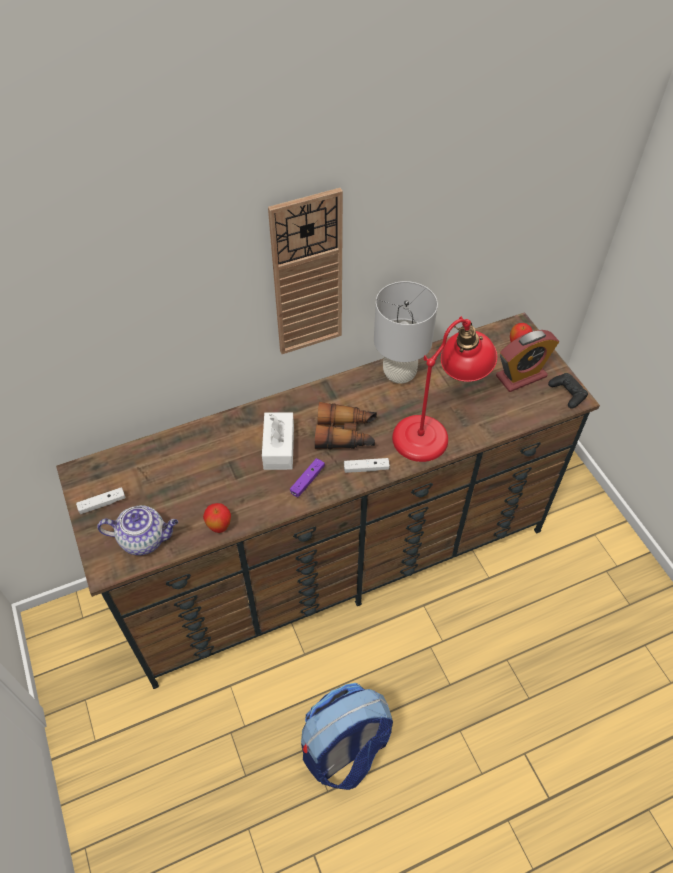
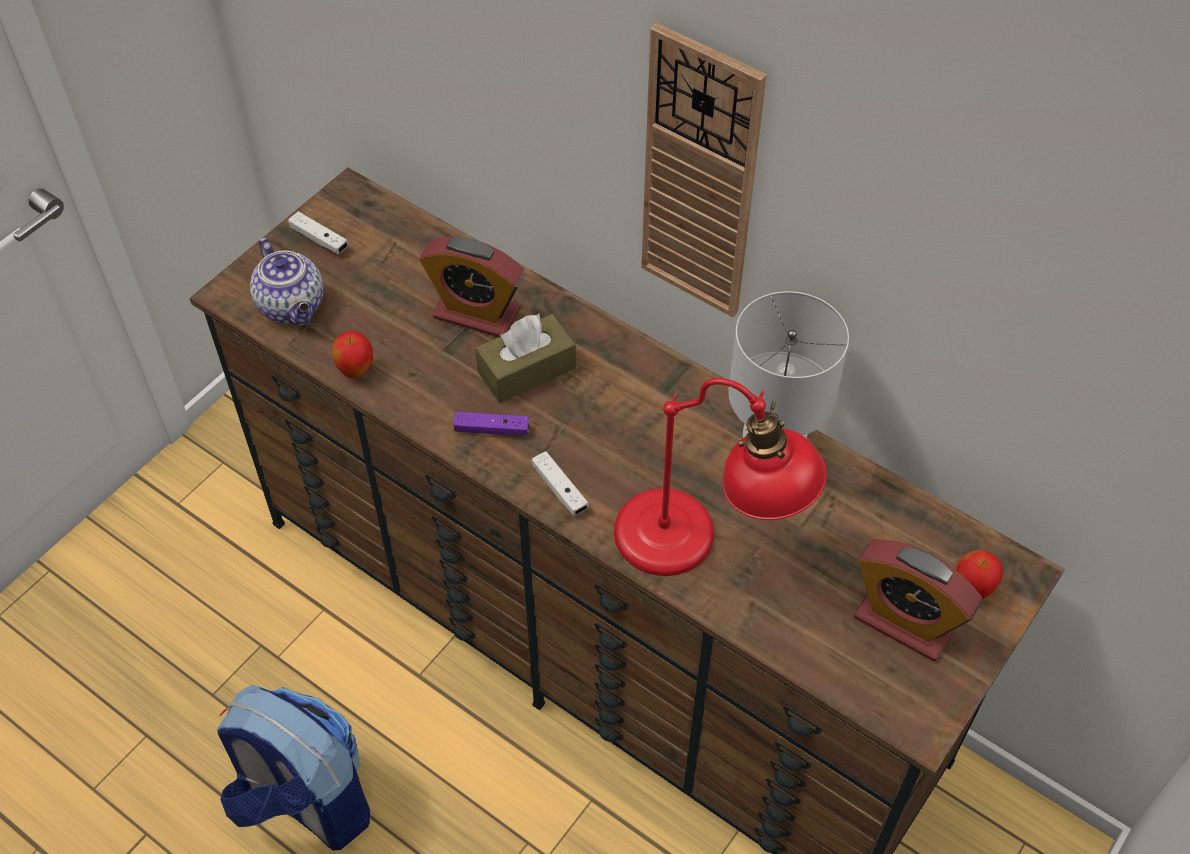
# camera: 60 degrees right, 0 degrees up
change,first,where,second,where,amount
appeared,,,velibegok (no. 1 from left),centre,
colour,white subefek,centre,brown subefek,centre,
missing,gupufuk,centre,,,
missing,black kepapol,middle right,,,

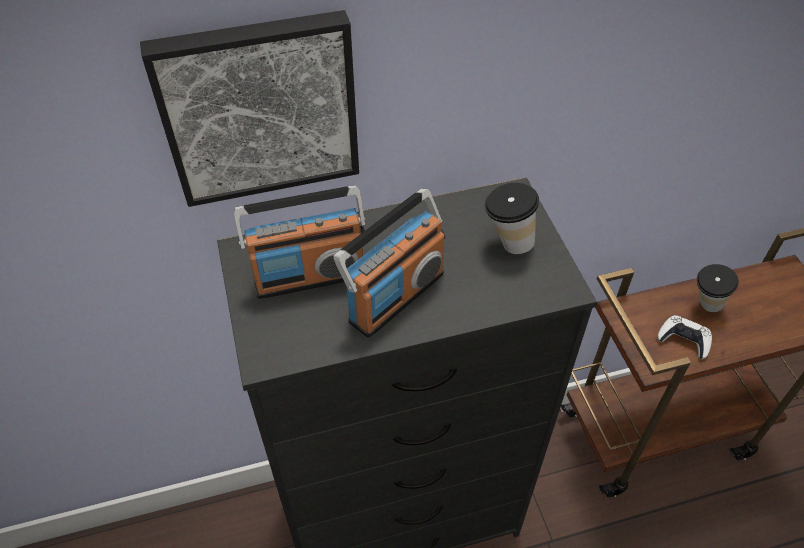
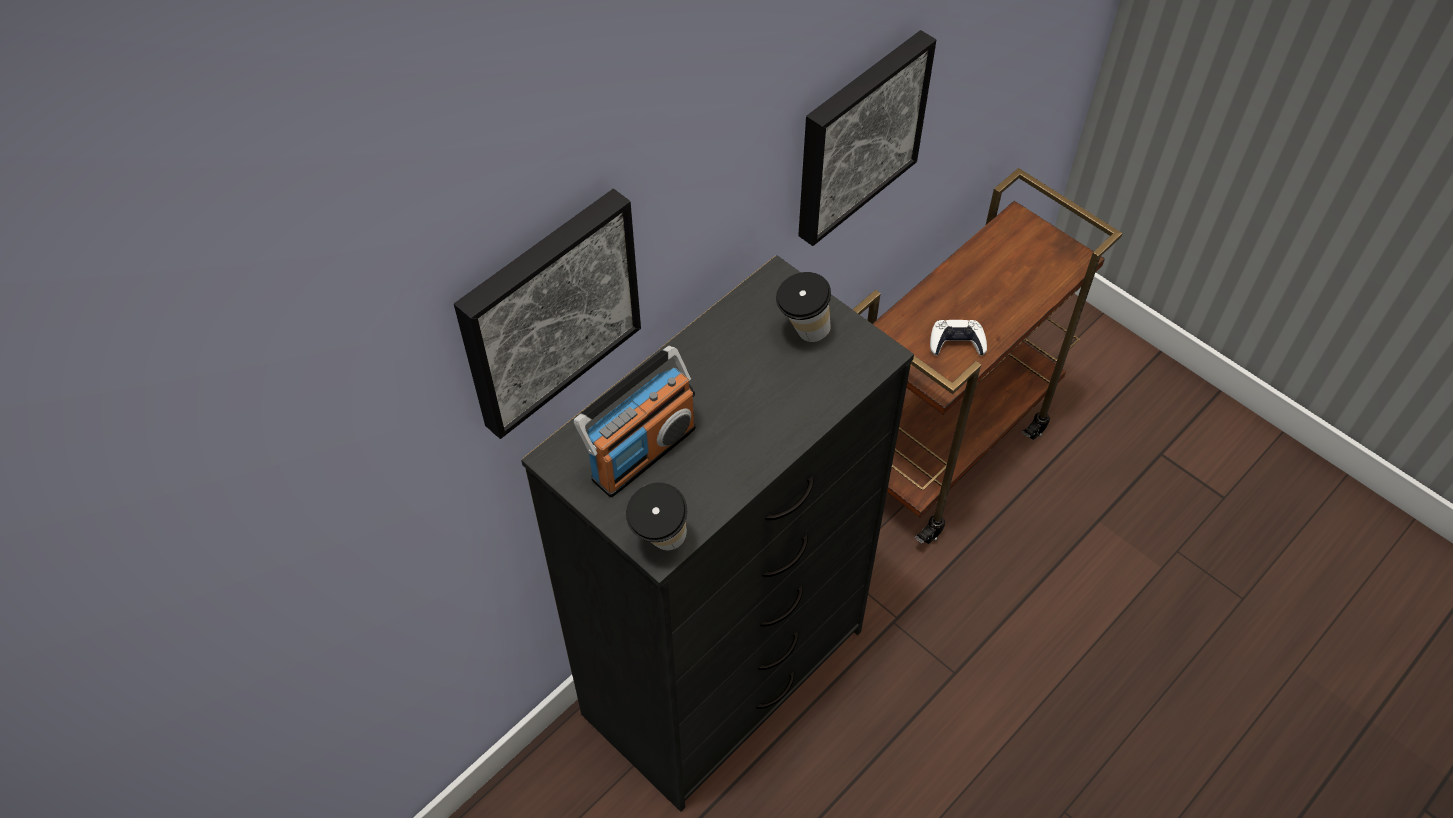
# camera: 30 degrees left, 5 degrees up
change,first,where,second,where,amount
relocated,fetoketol (no. 2 from left in the first image),middle right,fetoketol (no. 1 from left),centre,
appeared,,,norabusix (no. 2 from left),top centre,
missing,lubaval (no. 2 from left),centre,,,

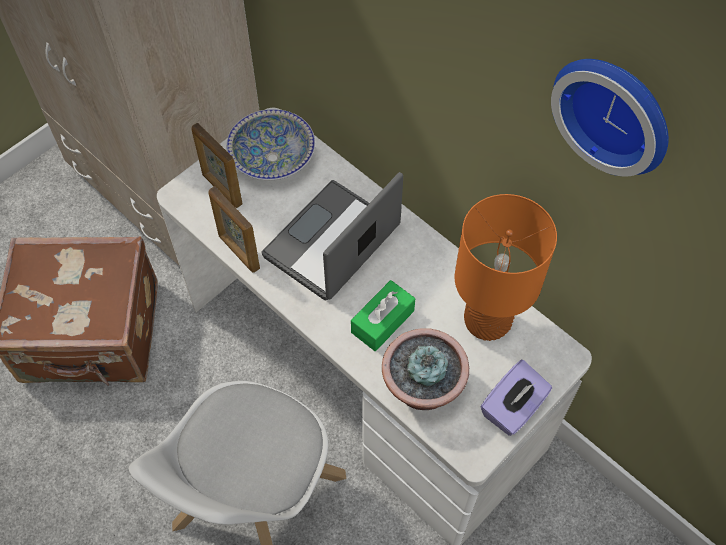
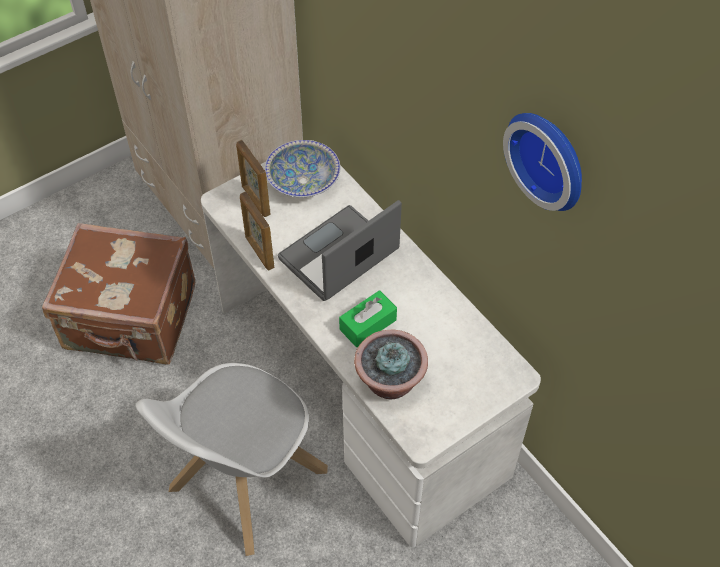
# camera: 10 degrees right, 5 degrees down
change,first,where,second,where,amount
missing,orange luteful,middle right,,,
missing,purple subefek,bottom right,,,

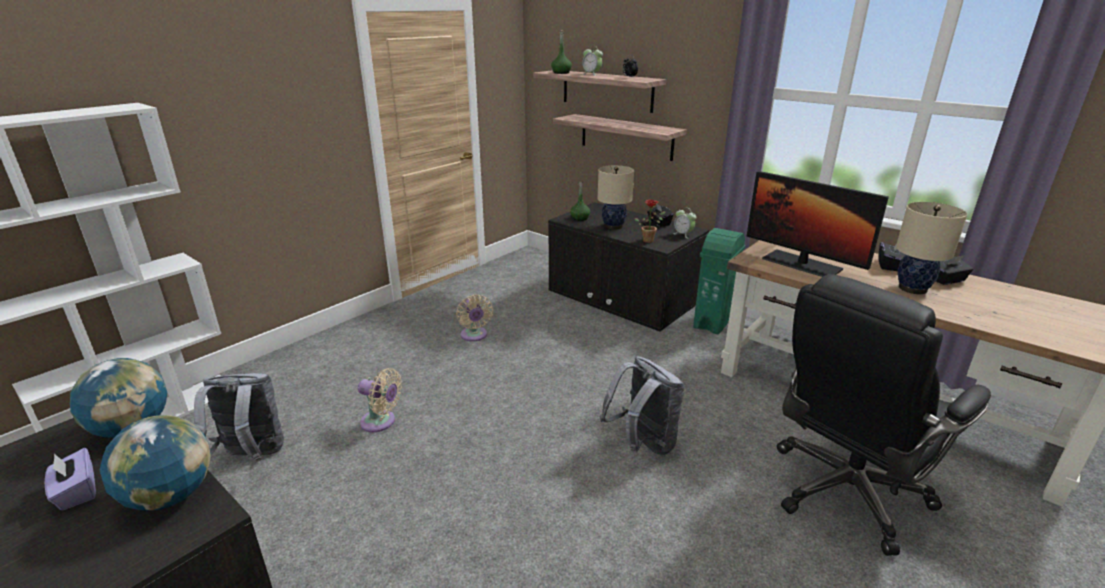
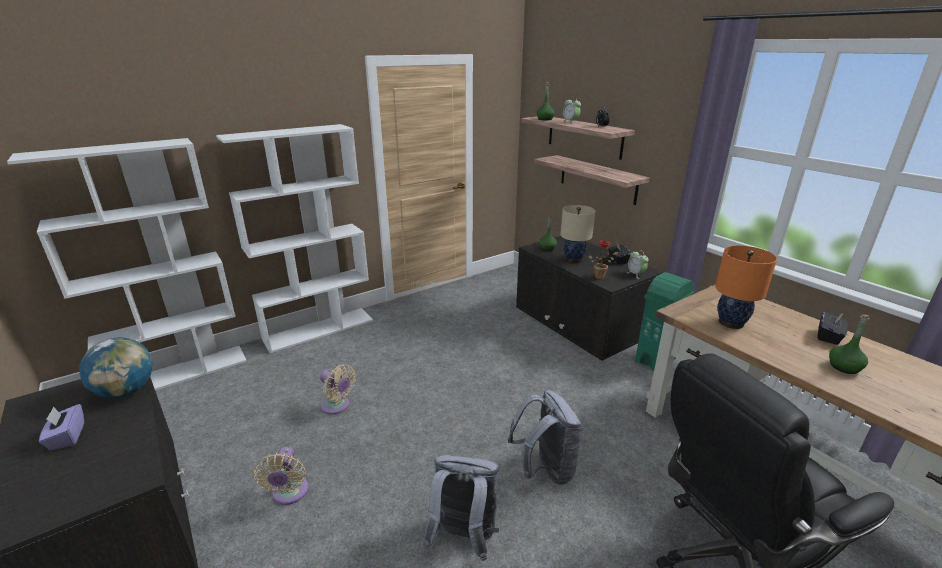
# camera: 15 degrees right, 0 degrees up
change,first,where,second,where,amount
appeared,,,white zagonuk (no. 2 from left),middle left,
relocated,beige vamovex (no. 2 from left in the first image),centre,beige vamovex (no. 1 from left),bottom left,
relocated,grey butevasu (no. 1 from left),bottom left,,bottom centre,
exchanged,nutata,middle right,orange luteful,middle right,
exchanged,beige luteful (no. 2 from left),middle right,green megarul (no. 3 from left),middle right,
missing,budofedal (no. 2 from left),bottom left,,,
missing,black subefek (no. 3 from left),middle right,,,

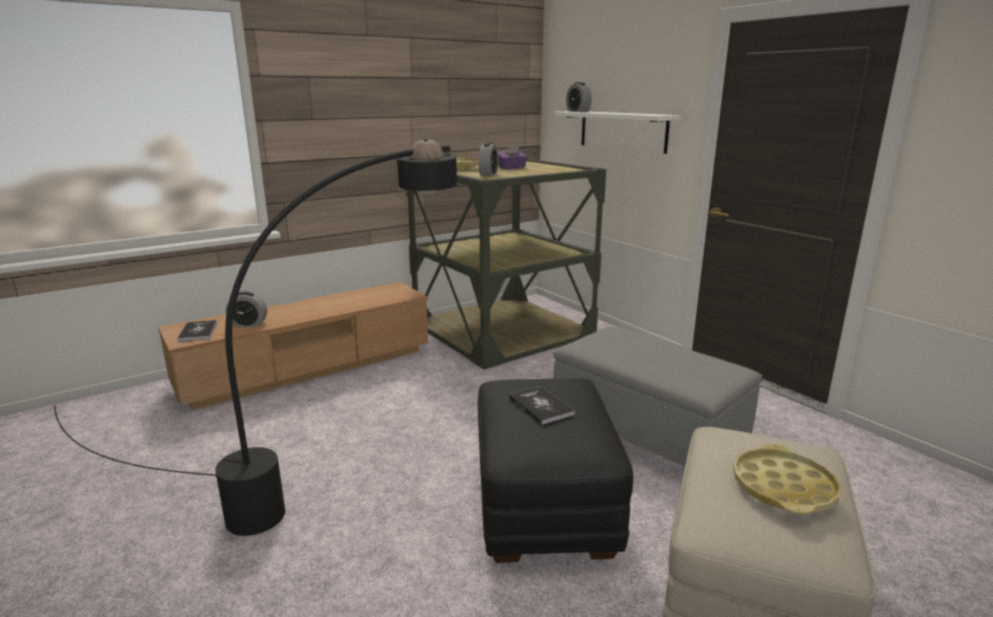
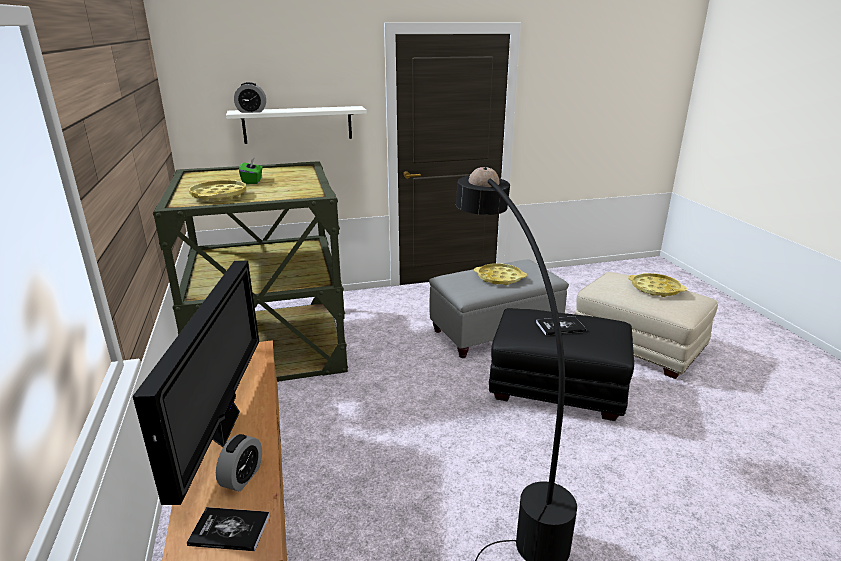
# camera: 70 degrees left, 5 degrees up
change,first,where,second,where,amount
appeared,,,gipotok,bottom left,
colour,purple subefek,top centre,green subefek,top left,
appeared,,,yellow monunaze (no. 2 from left),centre,
missing,velibegok (no. 2 from left),top centre,,,

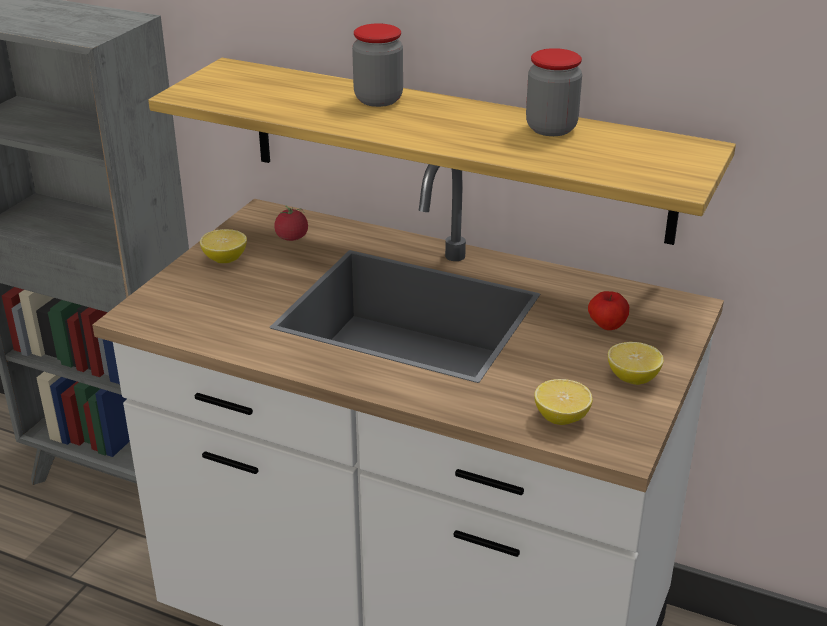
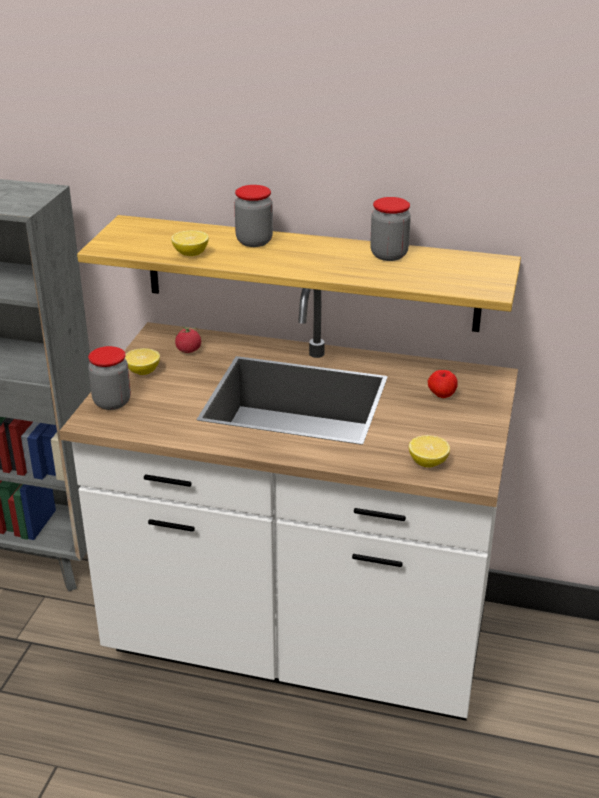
# camera: 10 degrees left, 0 degrees up
change,first,where,second,where,amount
appeared,,,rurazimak (no. 1 from left),middle left,
relocated,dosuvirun (no. 3 from left in the first image),middle right,dosuvirun (no. 2 from left),top left,

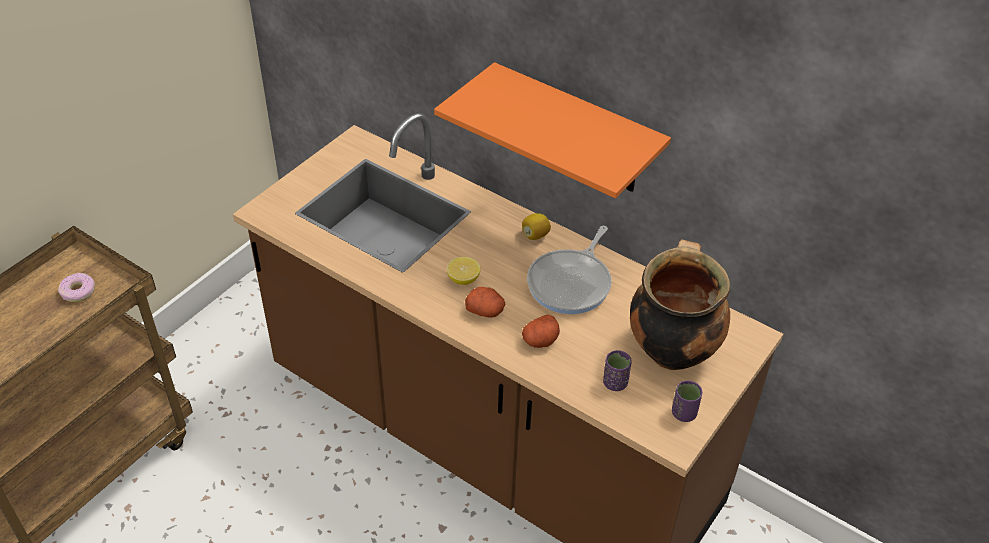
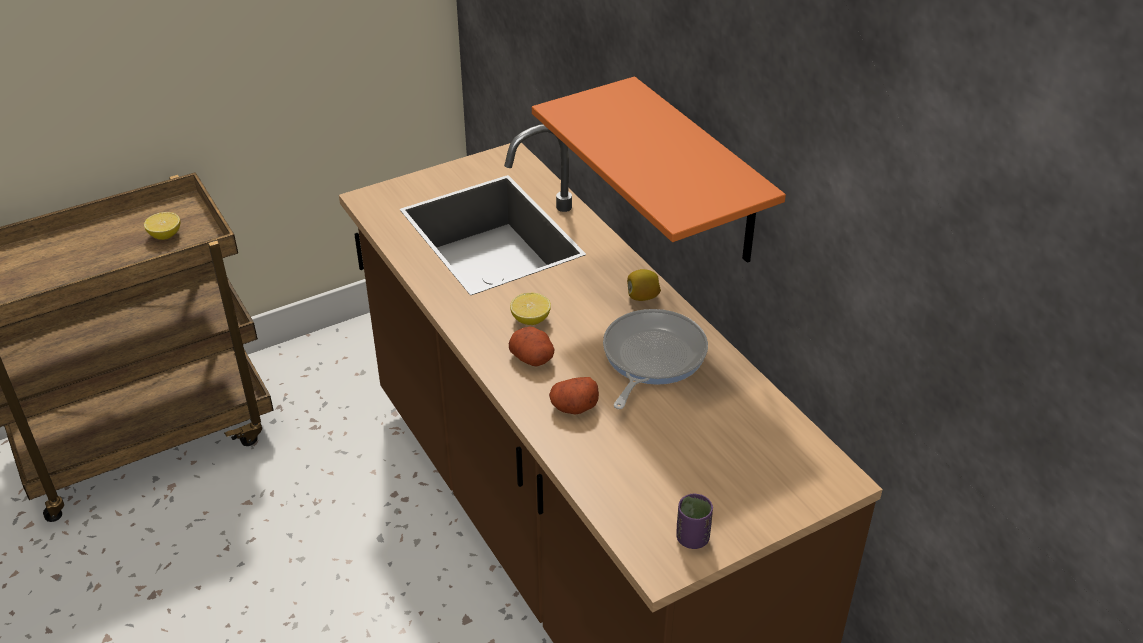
# camera: 25 degrees right, 5 degrees down
change,first,where,second,where,amount
exchanged,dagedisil,middle left,dosuvirun (no. 1 from left),middle left,
spun,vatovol,centre,,centre,150 degrees clockwise
missing,purple fetoketol (no. 1 from left),bottom centre,,,
missing,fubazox,middle right,,,

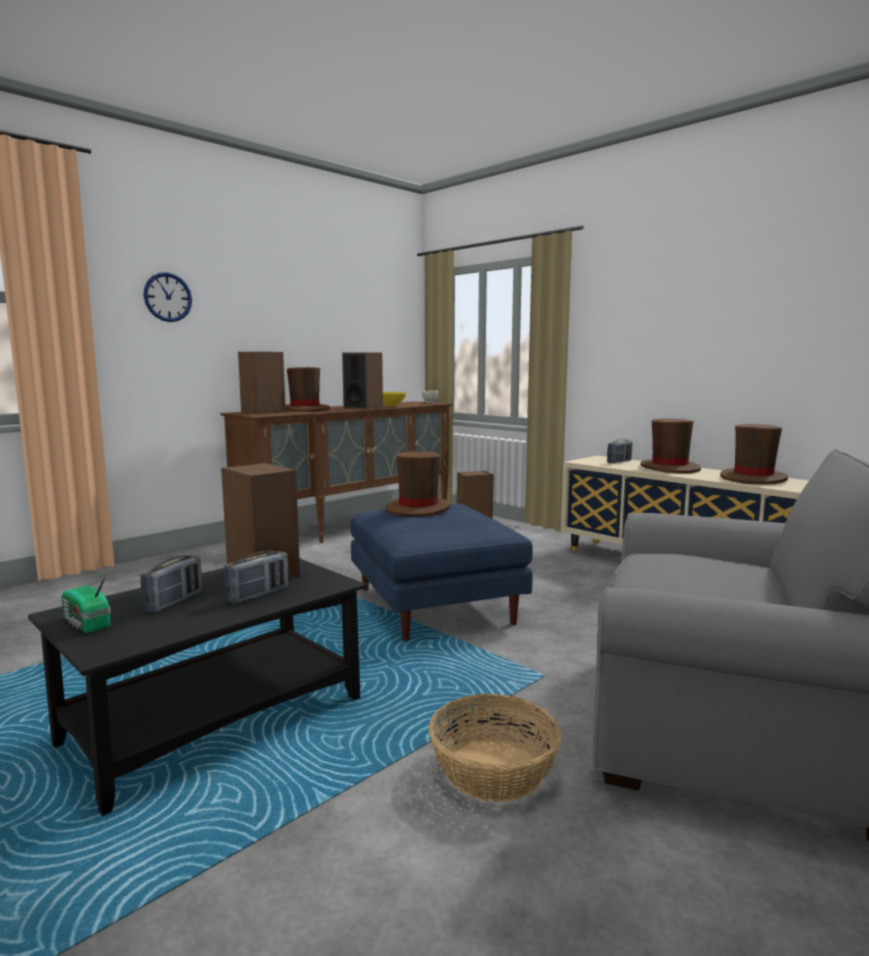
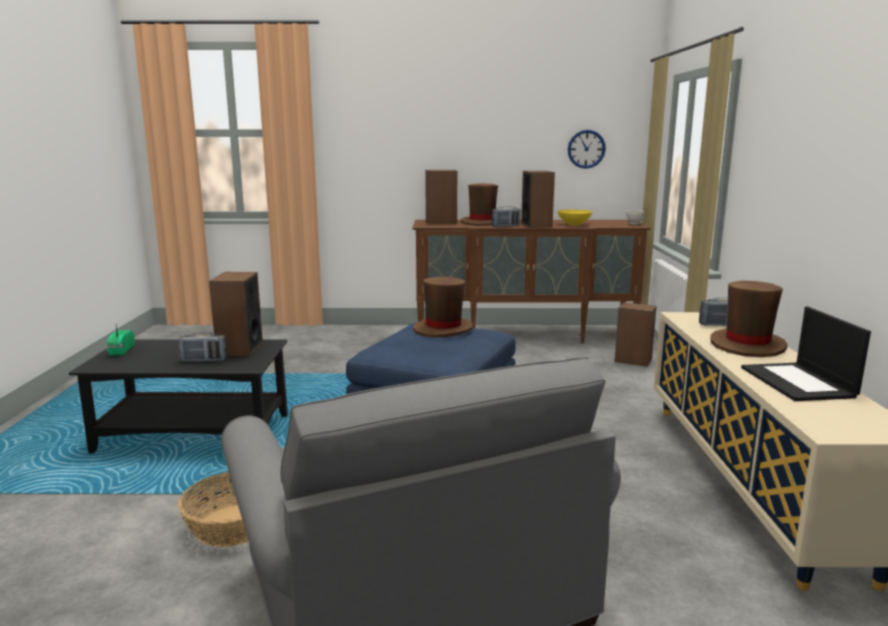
# camera: 45 degrees right, 5 degrees up
change,first,where,second,where,amount
relocated,lubaval (no. 2 from left in the first image),middle left,lubaval (no. 3 from left),centre,
relocated,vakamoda,top left,,top centre,
exchanged,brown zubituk (no. 4 from left),middle right,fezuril,middle right,

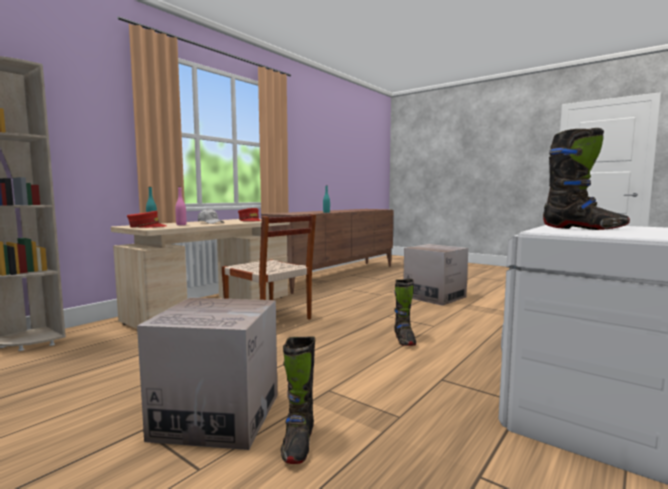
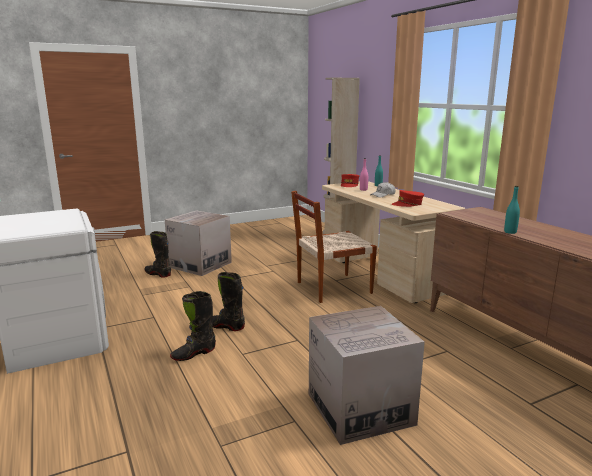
# camera: 115 degrees right, 10 degrees up
change,first,where,second,where,amount
relocated,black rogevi (no. 3 from left in the first image),middle right,black rogevi (no. 2 from left),bottom left,

